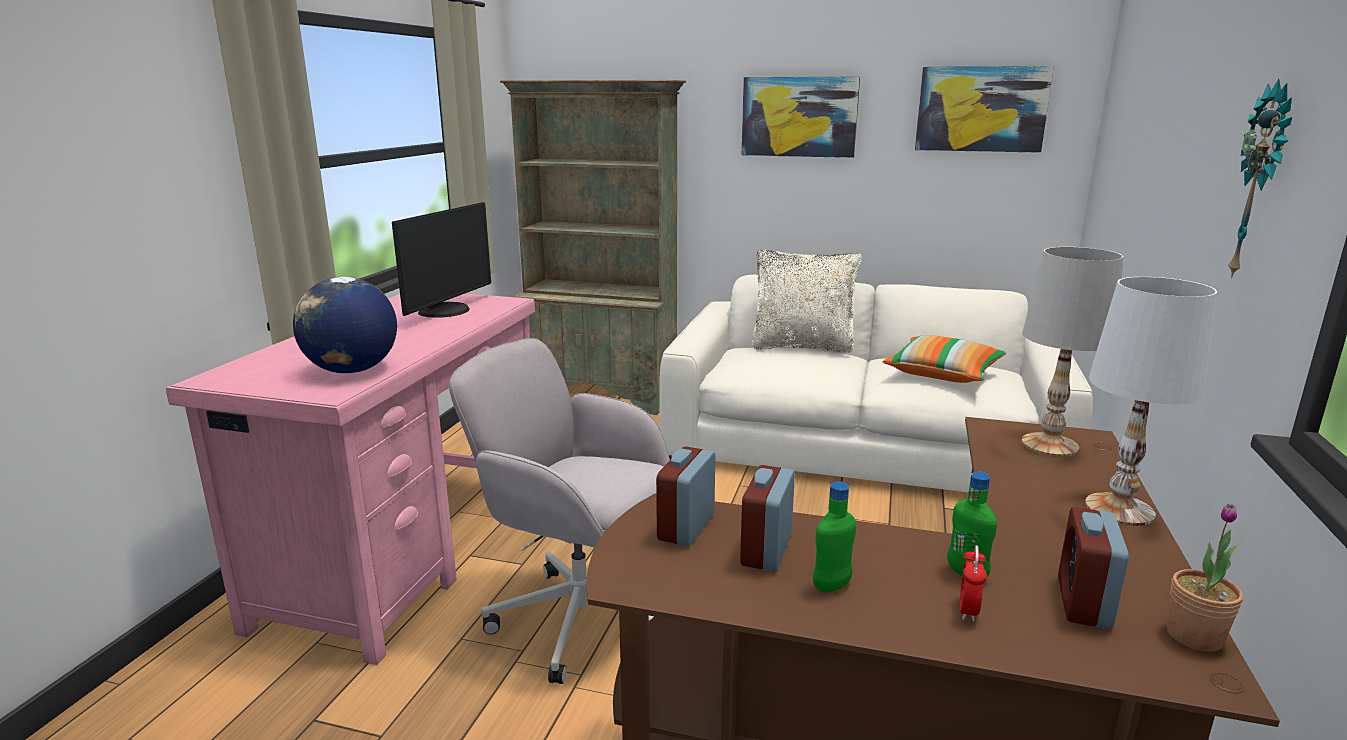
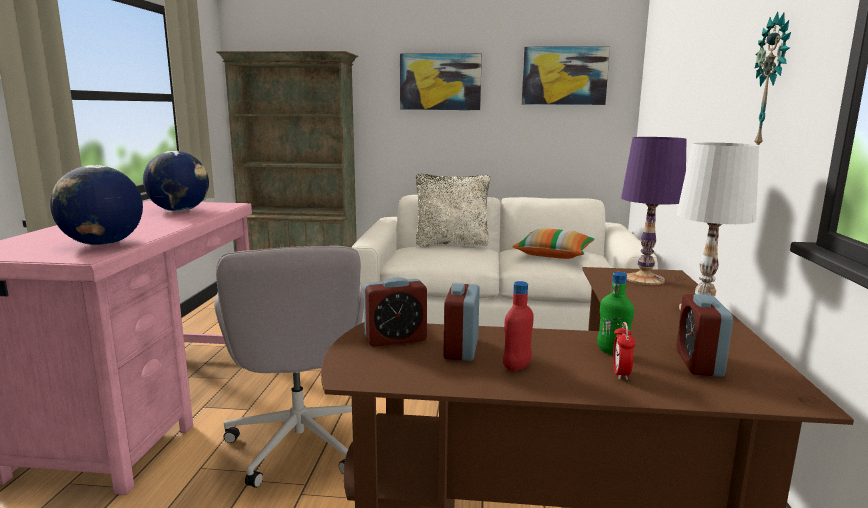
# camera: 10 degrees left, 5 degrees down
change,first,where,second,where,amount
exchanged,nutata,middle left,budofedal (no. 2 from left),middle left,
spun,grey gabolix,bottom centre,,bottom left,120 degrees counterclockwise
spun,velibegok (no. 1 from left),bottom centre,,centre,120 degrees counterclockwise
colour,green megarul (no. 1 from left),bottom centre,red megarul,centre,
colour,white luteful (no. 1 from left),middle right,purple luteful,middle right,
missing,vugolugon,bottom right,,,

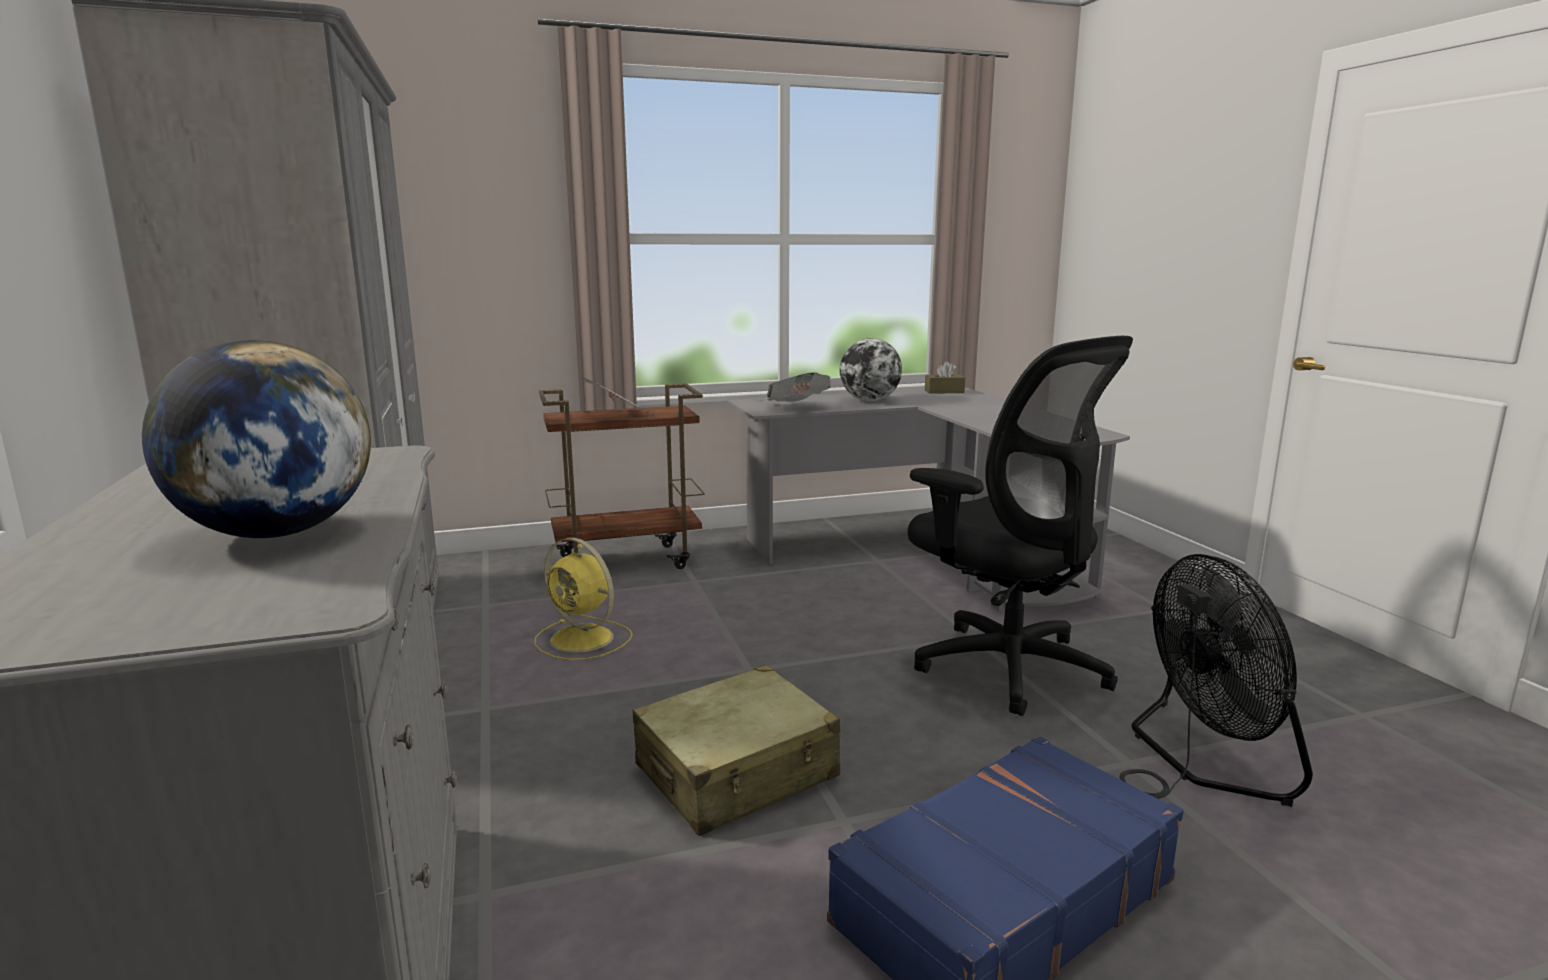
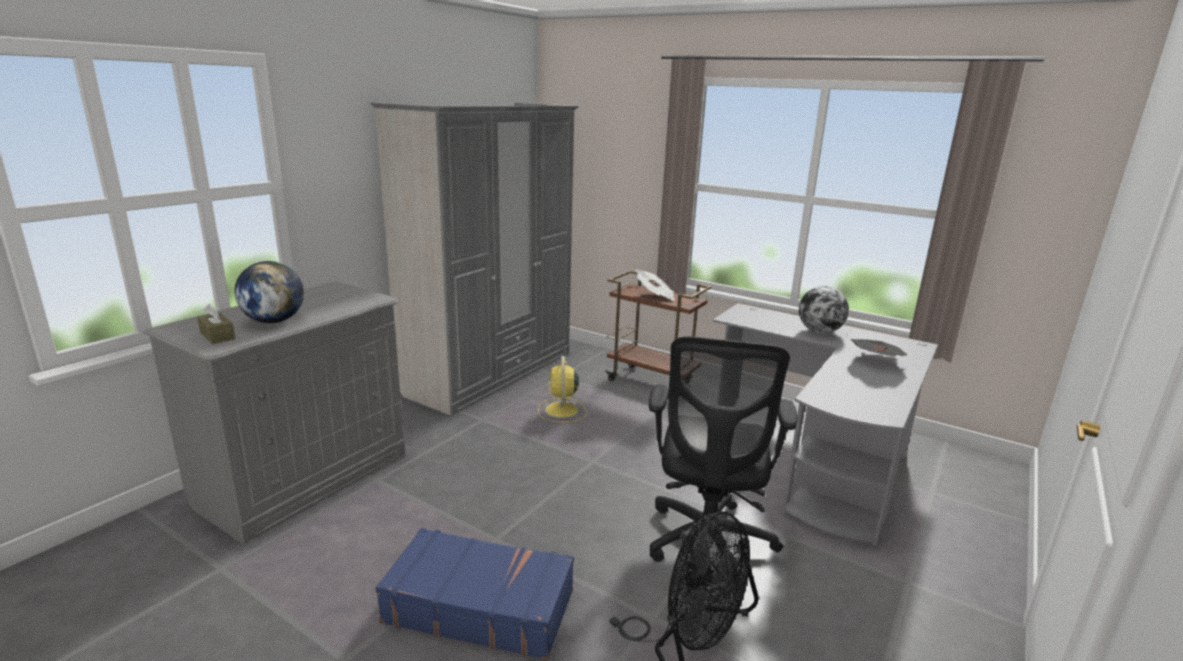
# camera: 50 degrees right, 5 degrees up
change,first,where,second,where,amount
relocated,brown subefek,centre,,middle left,
relocated,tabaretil (no. 2 from left),centre,,middle right,
missing,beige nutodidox,bottom centre,,,

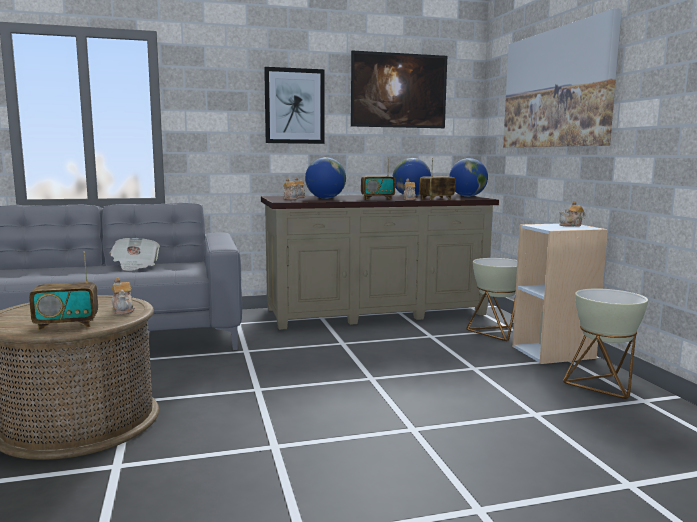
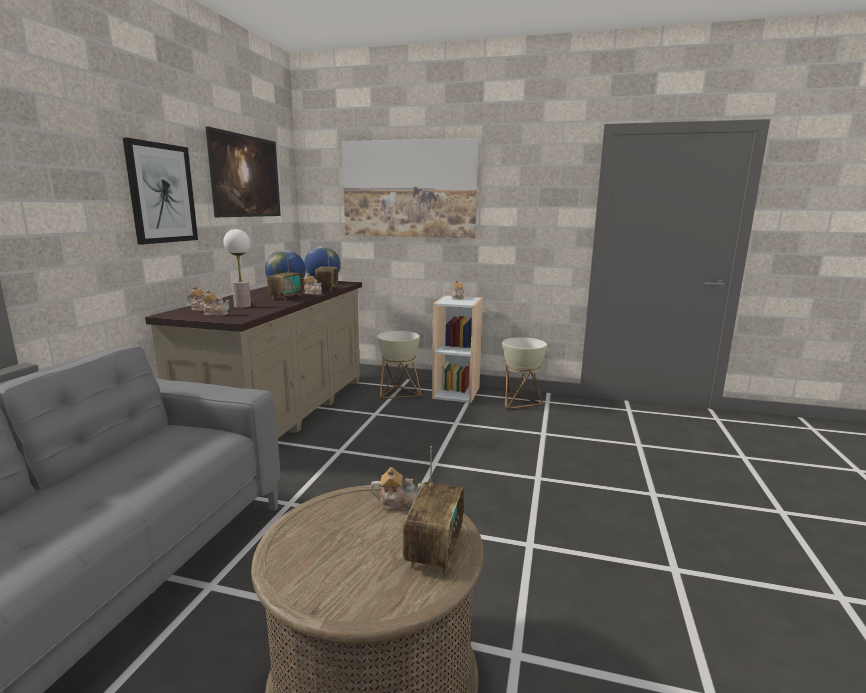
# camera: 60 degrees left, 5 degrees up
change,first,where,second,where,amount
exchanged,budofedal (no. 1 from left),centre,luteful,middle left,
missing,tabaretil,middle left,,,

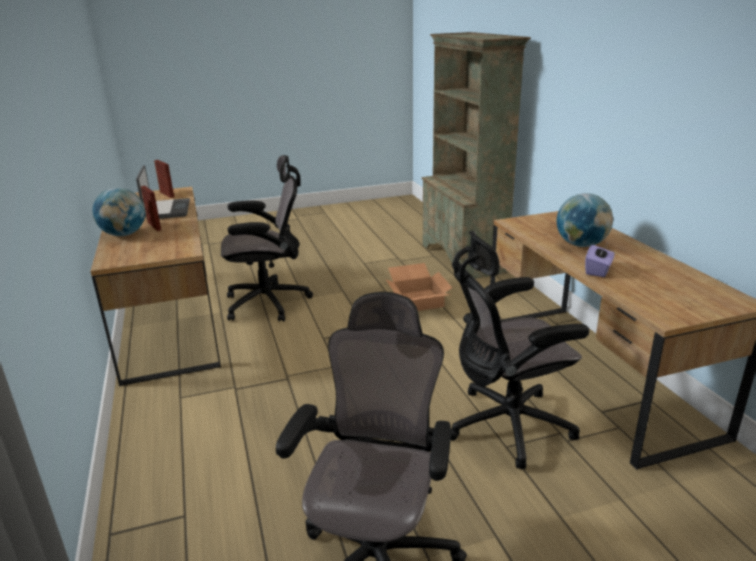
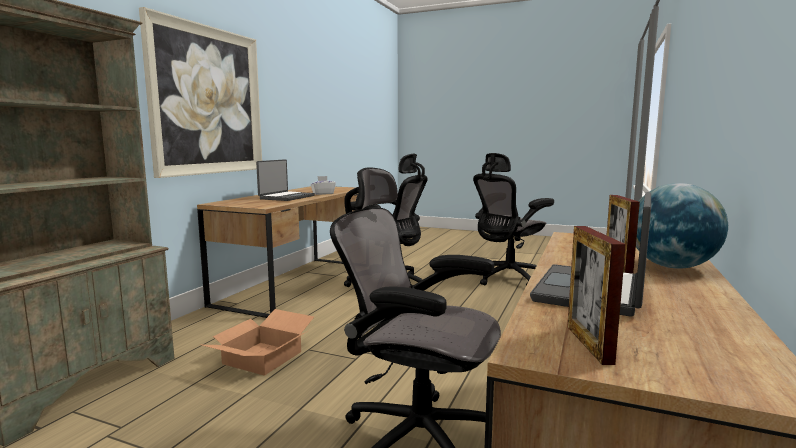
# camera: 140 degrees left, 15 degrees down
change,first,where,second,where,amount
appeared,,,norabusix,top left,
exchanged,budofedal (no. 2 from left),middle right,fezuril (no. 1 from left),centre,
colour,purple subefek,middle right,white subefek,centre,

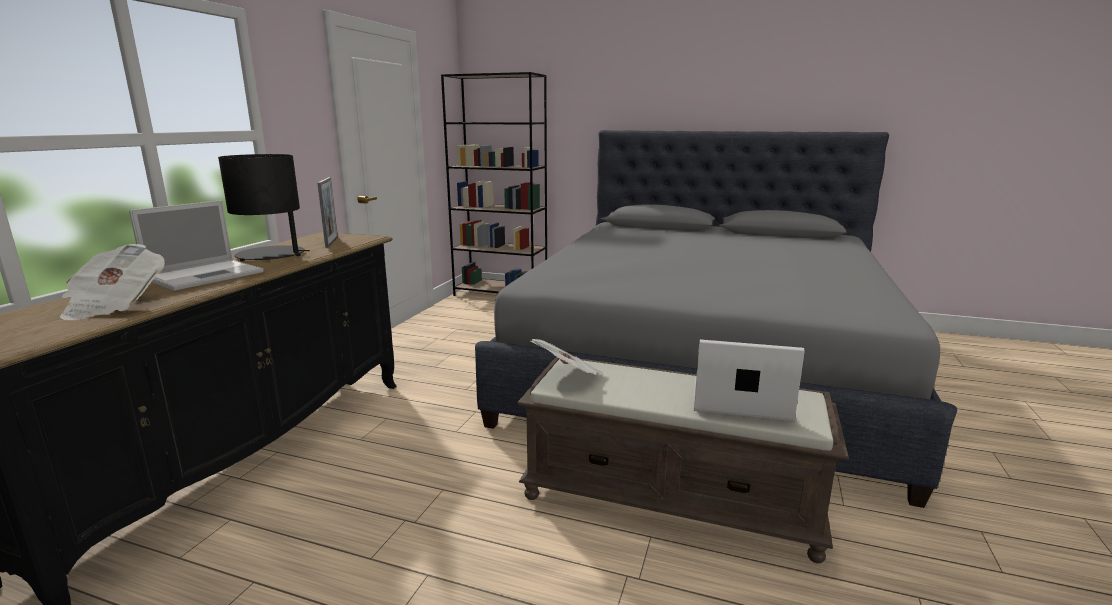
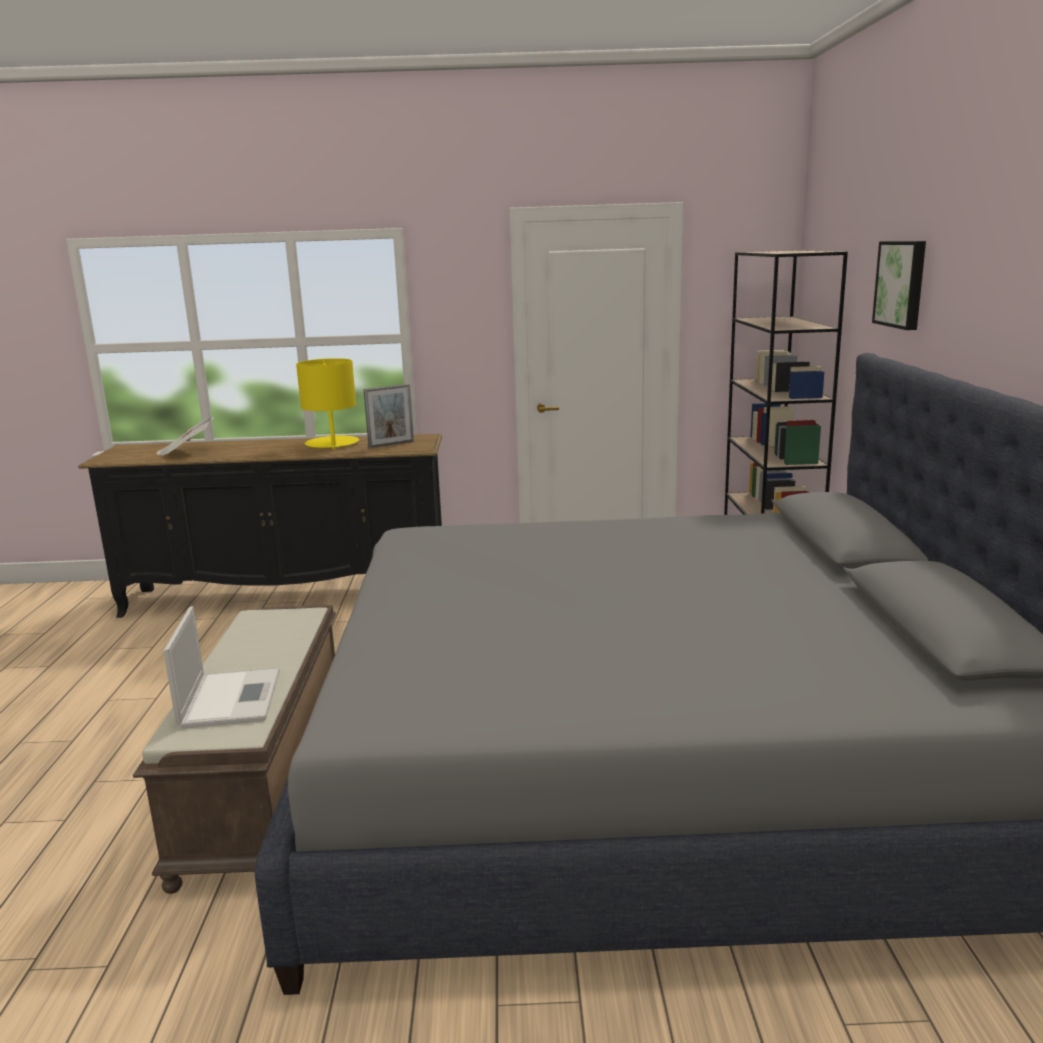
# camera: 70 degrees right, 0 degrees up
change,first,where,second,where,amount
colour,black luteful,middle left,yellow luteful,middle left,
appeared,,,norabusix,top right,
missing,fezuril (no. 1 from left),middle left,,,
missing,tabaretil (no. 2 from left),centre,,,

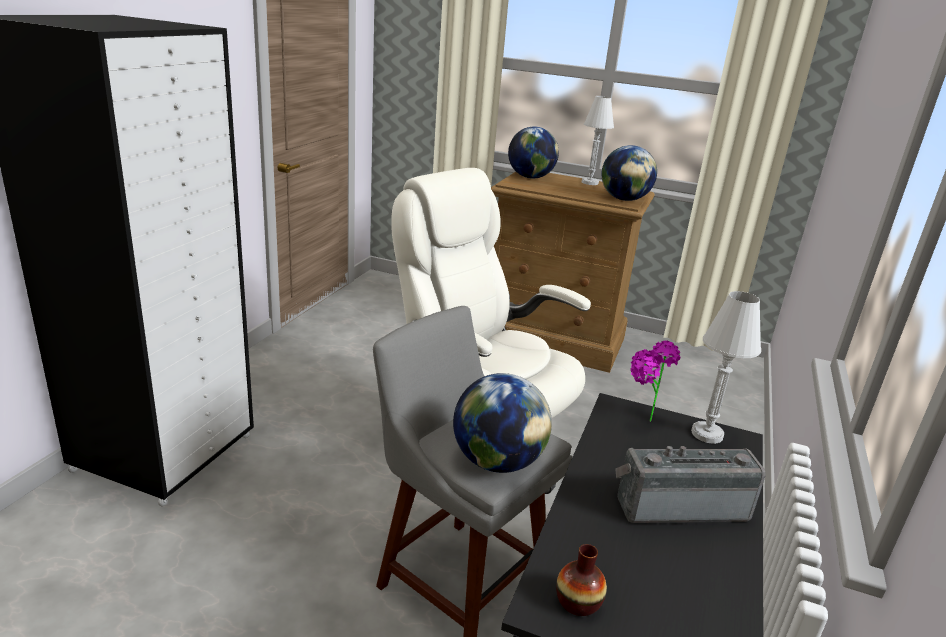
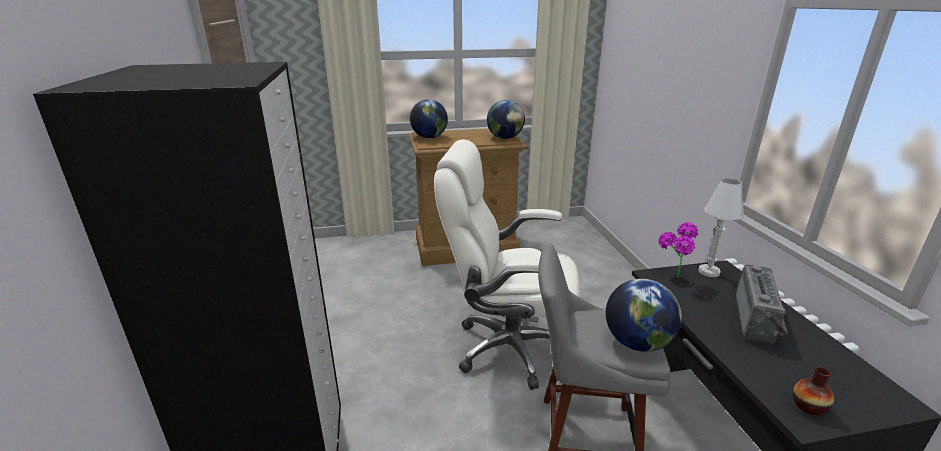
# camera: 30 degrees left, 0 degrees up
change,first,where,second,where,amount
spun,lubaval,bottom right,,bottom right,150 degrees clockwise
missing,white luteful (no. 1 from left),top centre,,,

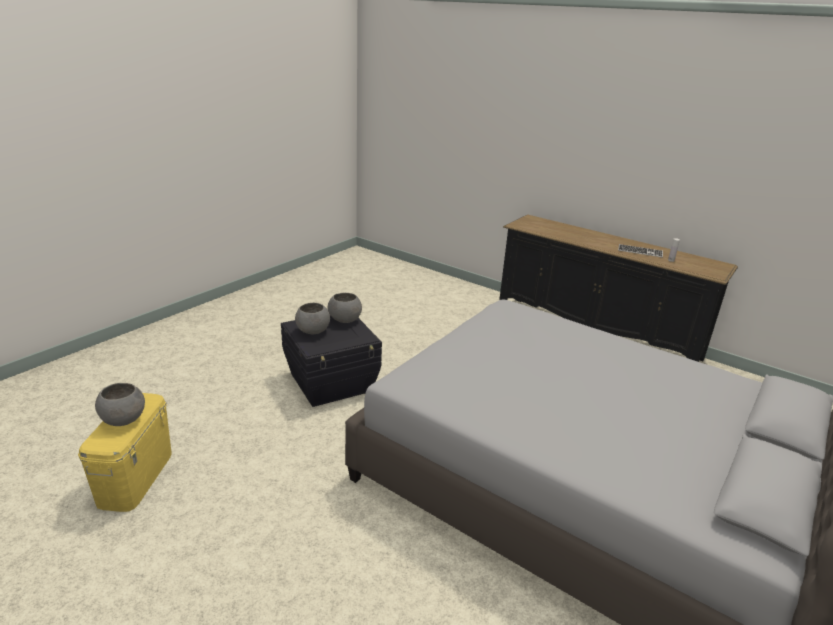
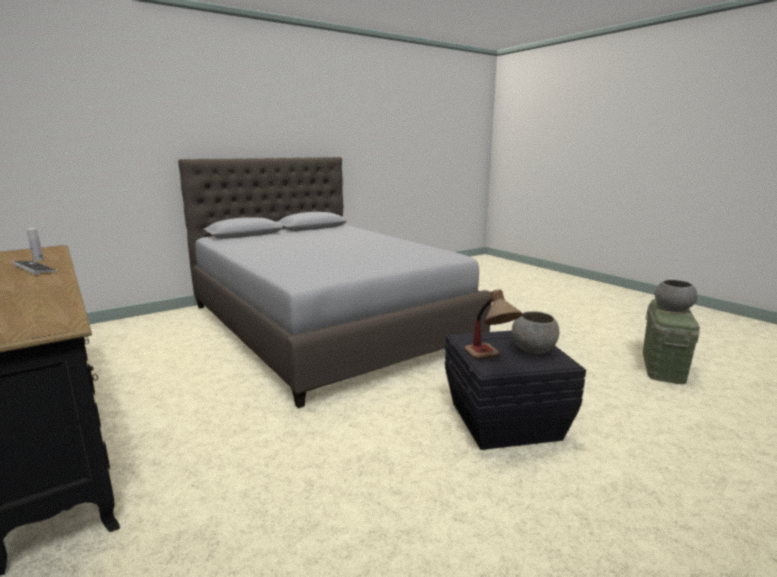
# camera: 160 degrees left, 10 degrees down
change,first,where,second,where,amount
exchanged,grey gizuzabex (no. 3 from left),centre,luteful,centre,
colour,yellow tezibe,bottom left,green tezibe,middle right,

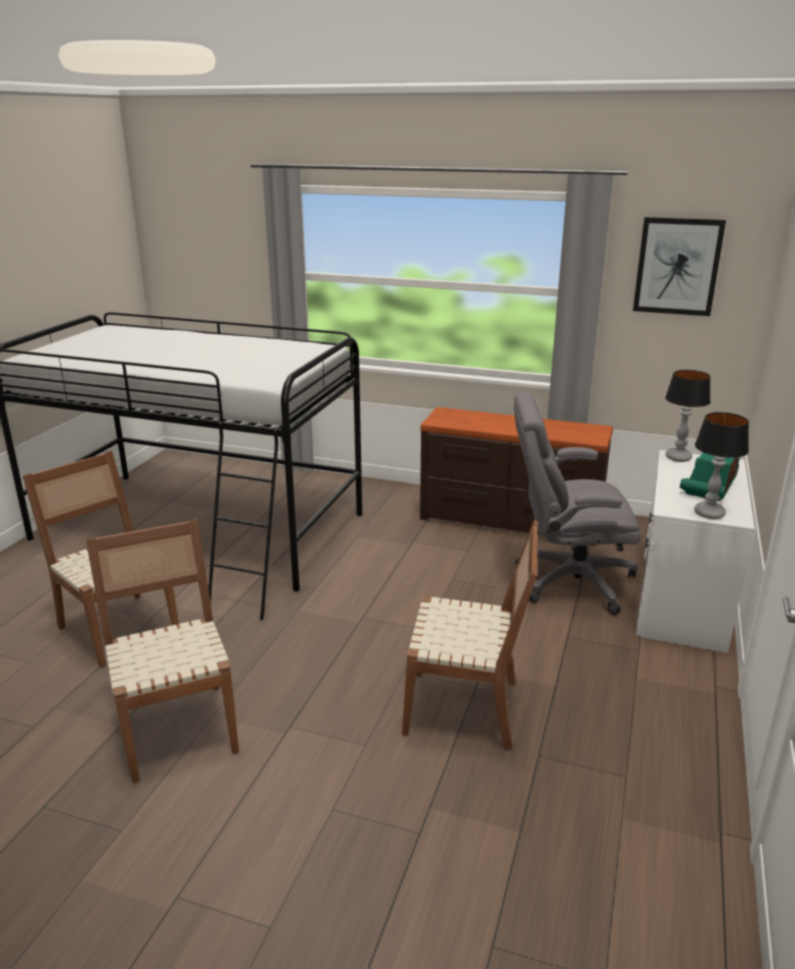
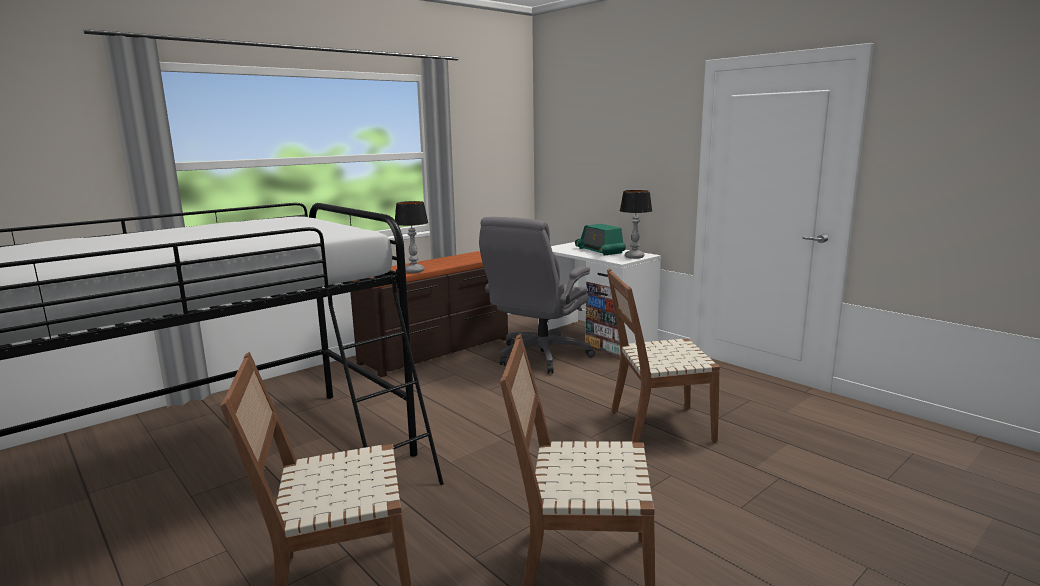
# camera: 60 degrees left, 10 degrees down
change,first,where,second,where,amount
relocated,luteful (no. 1 from left),middle right,,centre,
spun,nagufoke (no. 3 from left),centre,,centre,135 degrees counterclockwise
missing,norabusix,top right,,,

